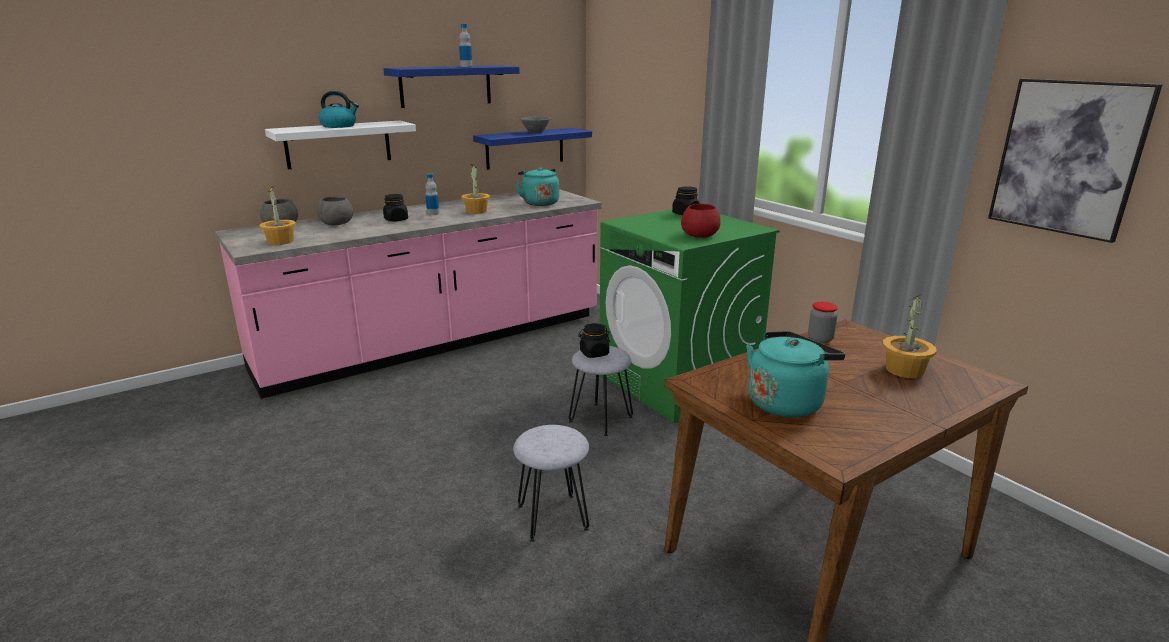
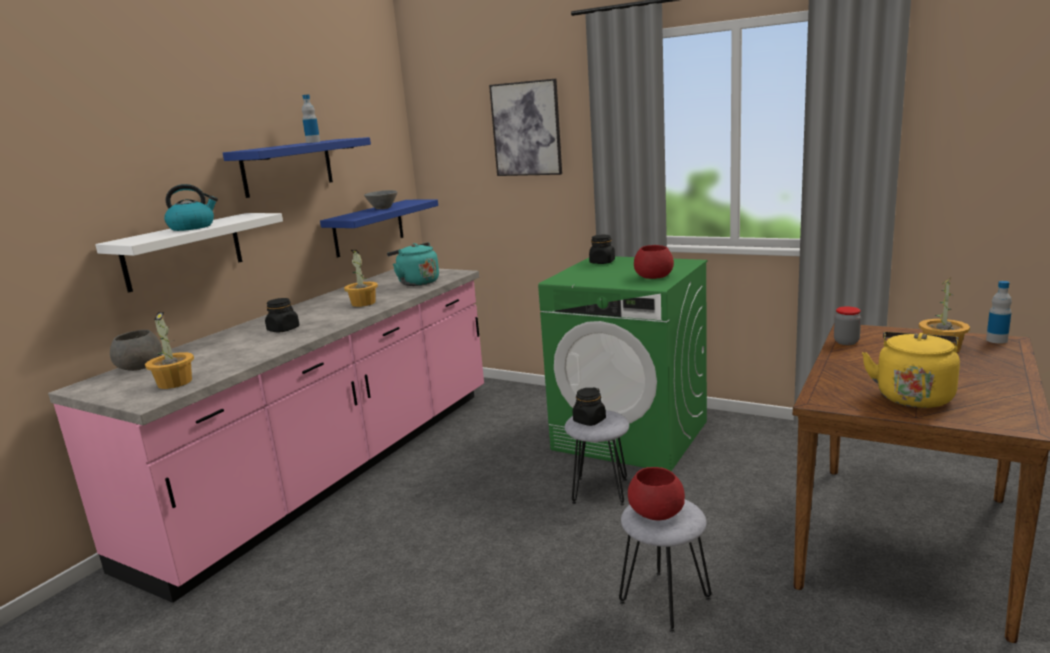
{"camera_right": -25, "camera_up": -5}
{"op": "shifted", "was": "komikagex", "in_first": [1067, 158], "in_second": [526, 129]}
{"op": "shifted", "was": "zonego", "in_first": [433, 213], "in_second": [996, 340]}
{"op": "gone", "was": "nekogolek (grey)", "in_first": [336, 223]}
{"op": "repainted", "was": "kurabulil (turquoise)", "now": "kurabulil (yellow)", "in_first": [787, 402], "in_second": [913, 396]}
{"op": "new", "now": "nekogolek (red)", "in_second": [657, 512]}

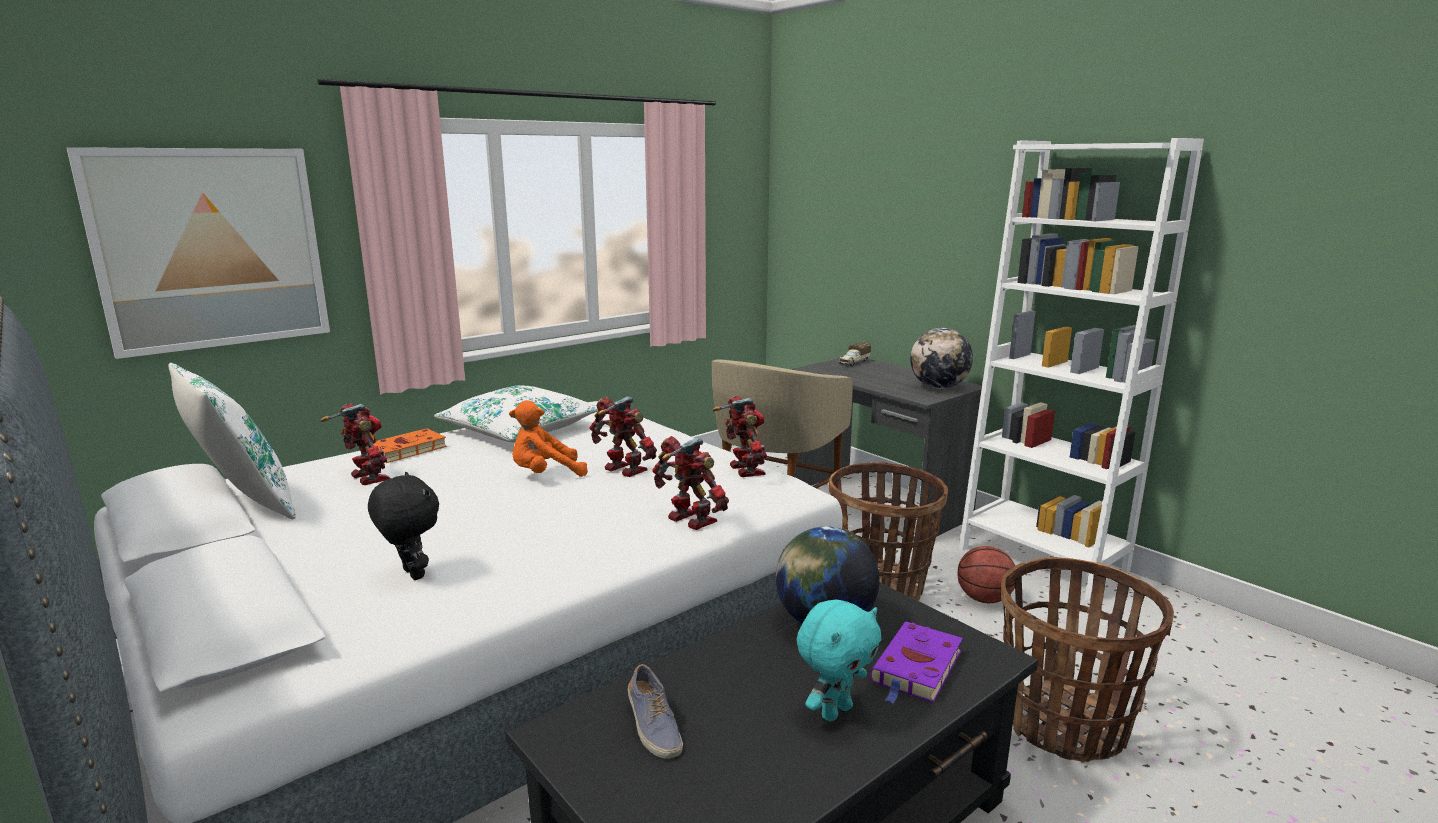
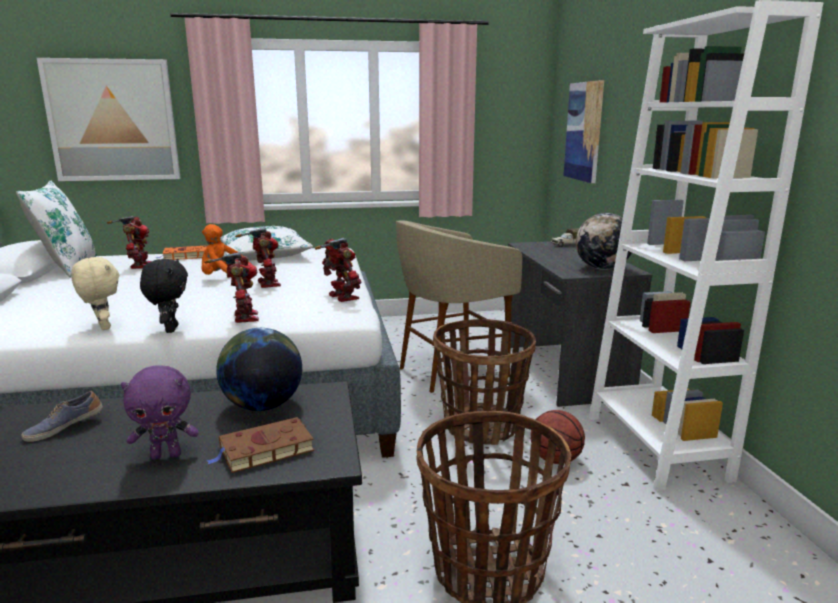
{"camera_right": 30, "camera_up": 0}
{"op": "rotated", "was": "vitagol", "in_first": [744, 470], "in_second": [341, 297], "clockwise": -45}
{"op": "shifted", "was": "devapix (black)", "in_first": [411, 574], "in_second": [170, 329]}
{"op": "repainted", "was": "devapix (turquoise)", "now": "devapix (purple)", "in_first": [835, 711], "in_second": [166, 455]}
{"op": "repainted", "was": "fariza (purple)", "now": "fariza (brown)", "in_first": [916, 668], "in_second": [264, 450]}
{"op": "rotated", "was": "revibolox", "in_first": [652, 727], "in_second": [64, 428], "clockwise": 45}
{"op": "new", "now": "komikagex", "in_second": [584, 131]}
{"op": "new", "now": "devapix (beige)", "in_second": [102, 327]}

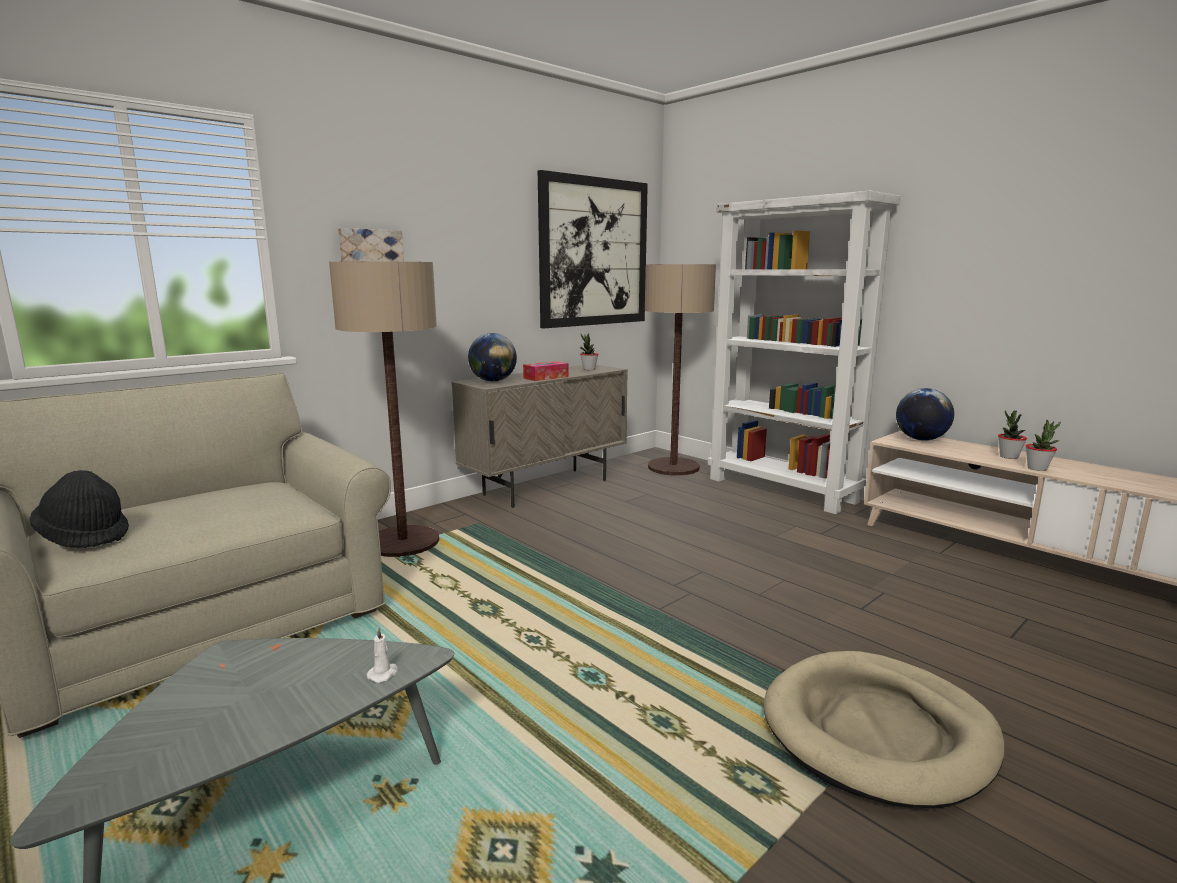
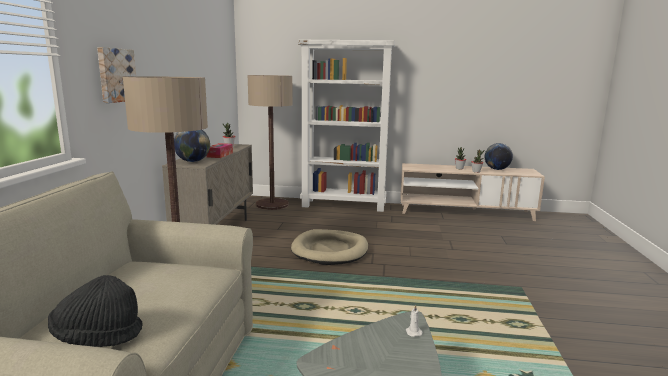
{"camera_right": -40, "camera_up": 0}
{"op": "gone", "was": "komikagex", "in_first": [594, 252]}
{"op": "shifted", "was": "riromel", "in_first": [921, 439], "in_second": [497, 169]}
{"op": "shifted", "was": "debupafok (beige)", "in_first": [878, 732], "in_second": [330, 250]}

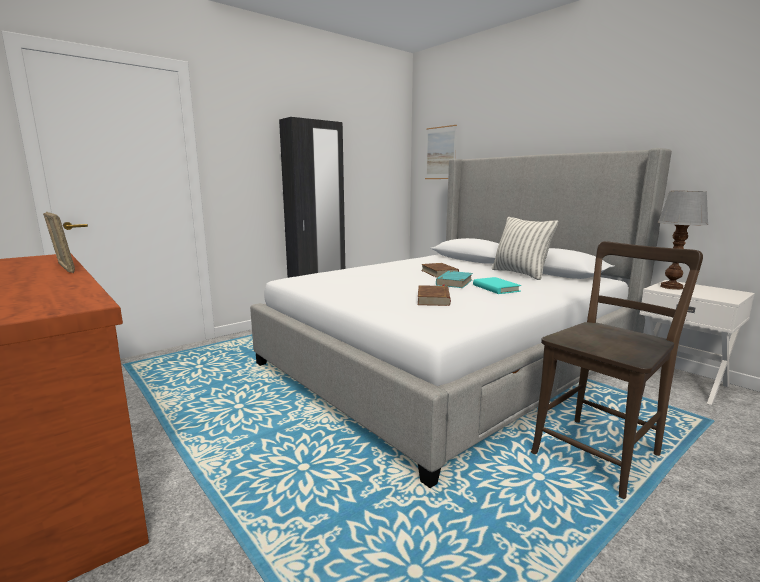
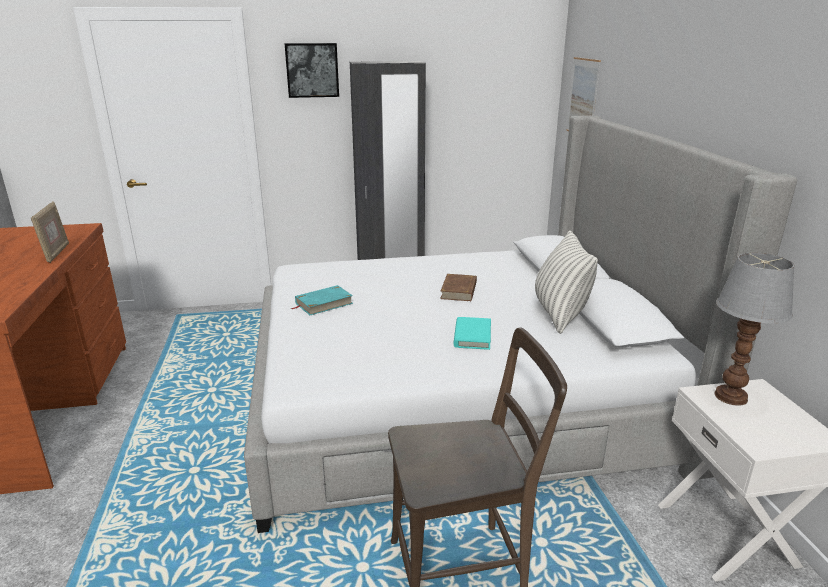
{"camera_right": 30, "camera_up": 10}
{"op": "shifted", "was": "fariza (turquoise)", "in_first": [454, 282], "in_second": [323, 303]}
{"op": "gone", "was": "fariza (brown)", "in_first": [433, 299]}
{"op": "new", "now": "komikagex", "in_second": [312, 70]}

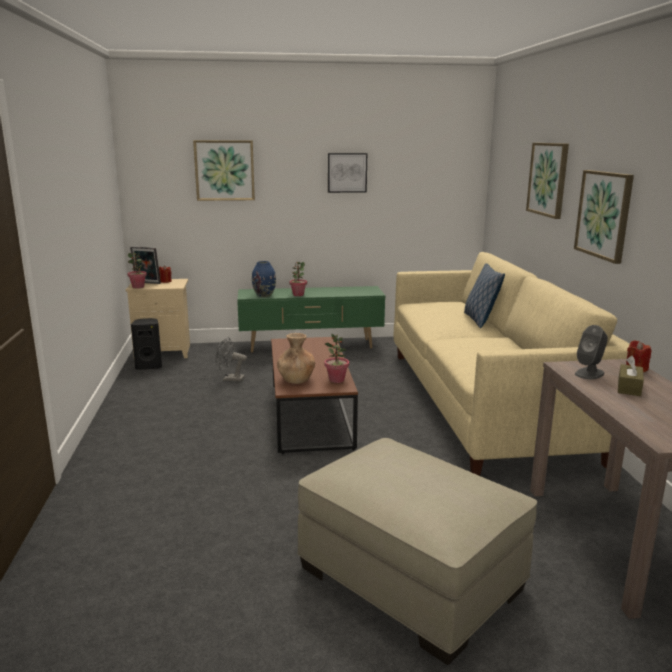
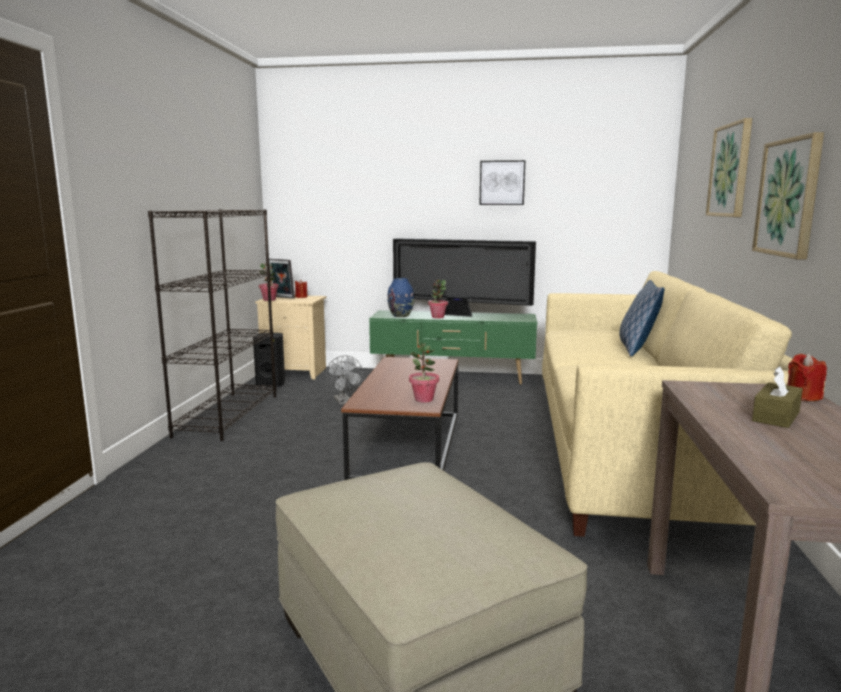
{"camera_right": 15, "camera_up": -5}
{"op": "gone", "was": "komikagex", "in_first": [224, 170]}
{"op": "gone", "was": "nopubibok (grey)", "in_first": [589, 373]}
{"op": "gone", "was": "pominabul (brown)", "in_first": [296, 380]}
{"op": "rotated", "was": "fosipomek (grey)", "in_first": [230, 379], "in_second": [344, 402], "clockwise": -135}
{"op": "new", "now": "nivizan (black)", "in_second": [227, 415]}
{"op": "new", "now": "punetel", "in_second": [460, 315]}

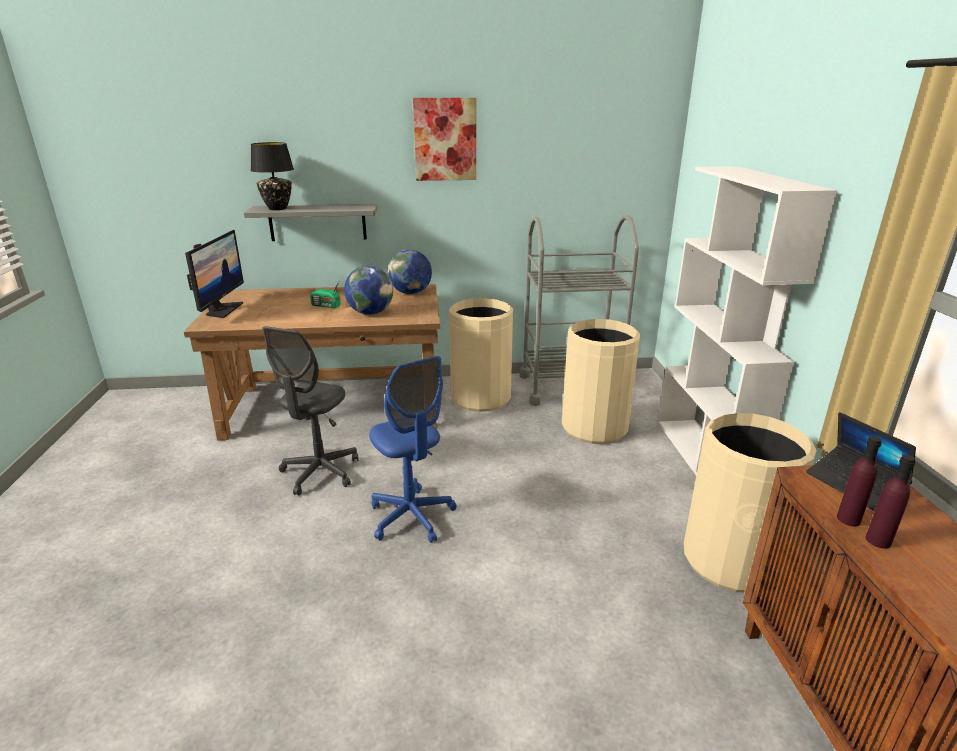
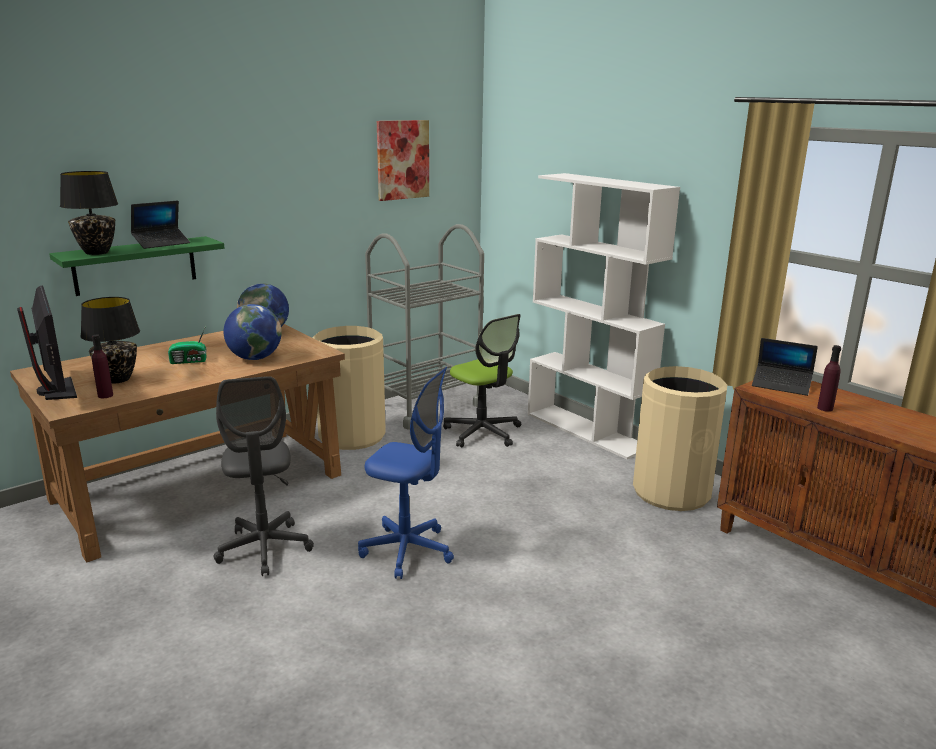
{"camera_right": -35, "camera_up": -5}
{"op": "shifted", "was": "komikagex", "in_first": [445, 139], "in_second": [402, 160]}
{"op": "repainted", "was": "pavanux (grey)", "now": "pavanux (green)", "in_first": [317, 222], "in_second": [135, 265]}
{"op": "swapped", "was": "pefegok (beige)", "now": "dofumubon", "in_first": [594, 428], "in_second": [483, 432]}
{"op": "shifted", "was": "zonego (purple)", "in_first": [848, 519], "in_second": [105, 395]}
{"op": "new", "now": "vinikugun", "in_second": [161, 243]}
{"op": "new", "now": "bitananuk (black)", "in_second": [117, 379]}

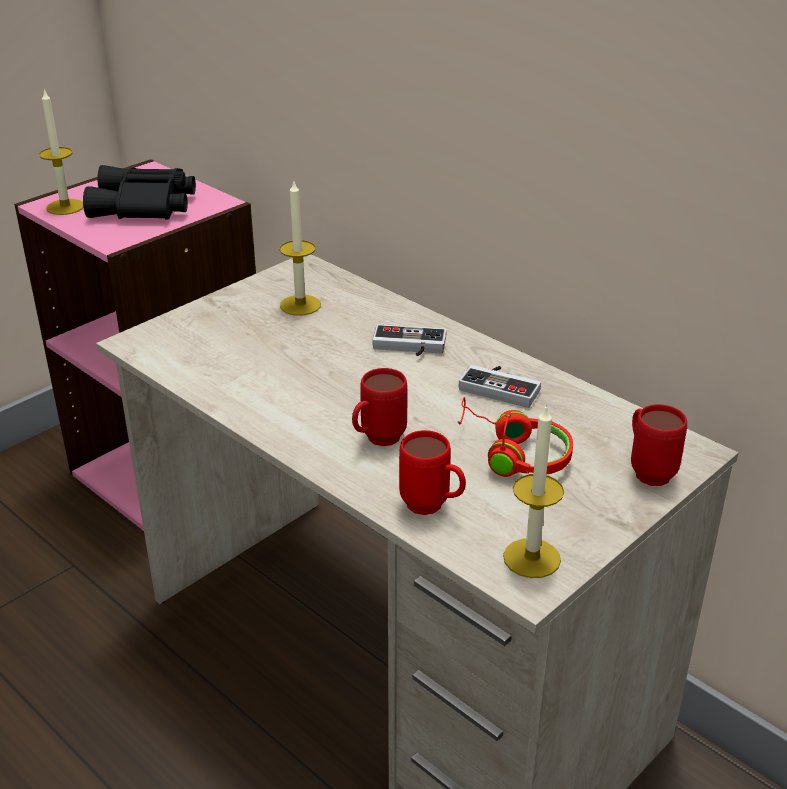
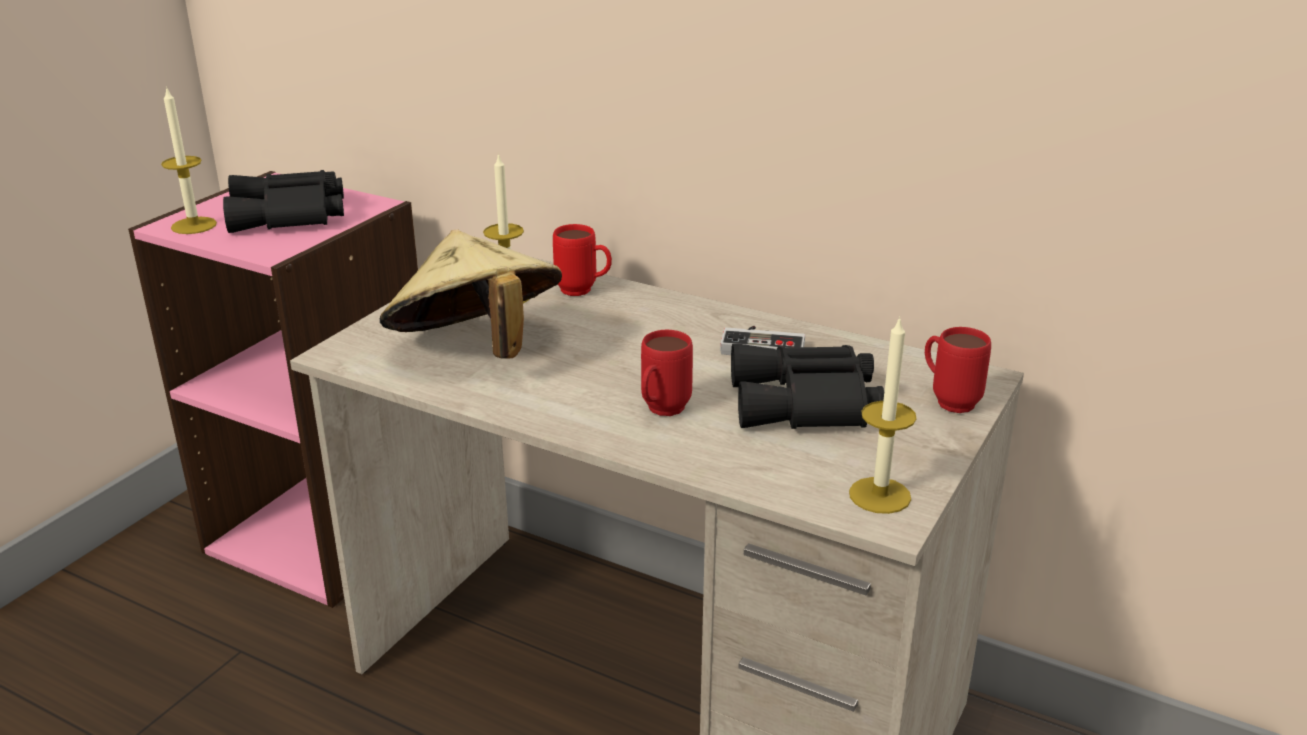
{"camera_right": -15, "camera_up": -5}
{"op": "gone", "was": "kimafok", "in_first": [408, 347]}
{"op": "swapped", "was": "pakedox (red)", "now": "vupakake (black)", "in_first": [512, 453], "in_second": [807, 404]}
{"op": "shifted", "was": "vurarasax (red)", "in_first": [432, 508], "in_second": [584, 291]}
{"op": "new", "now": "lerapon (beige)", "in_second": [476, 351]}

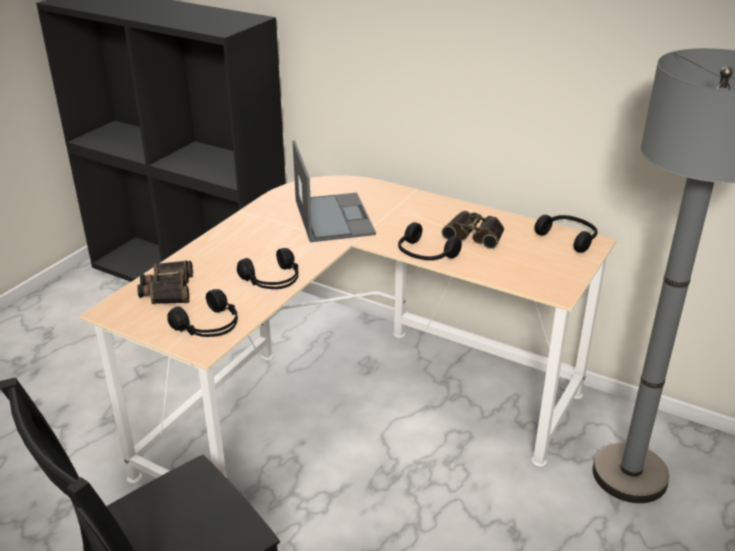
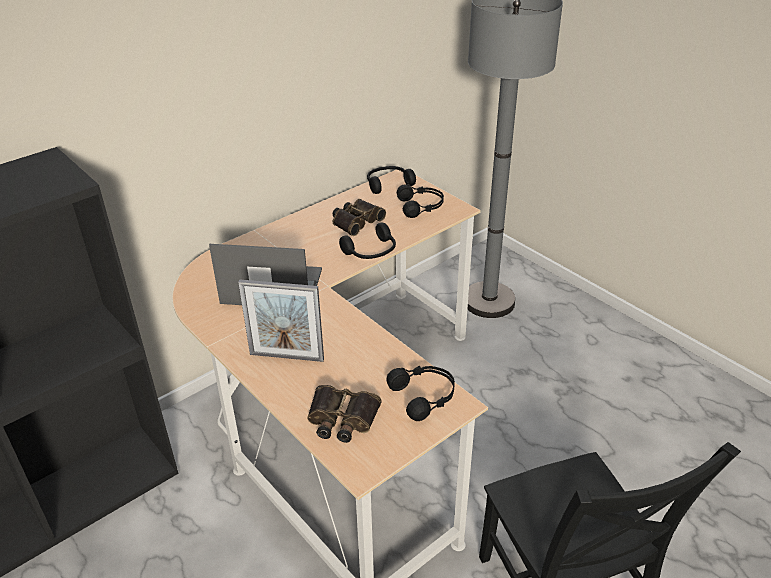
{"camera_right": -70, "camera_up": 5}
{"op": "shifted", "was": "pakedox (black)", "in_first": [273, 281], "in_second": [421, 207]}
{"op": "new", "now": "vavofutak", "in_second": [286, 357]}

